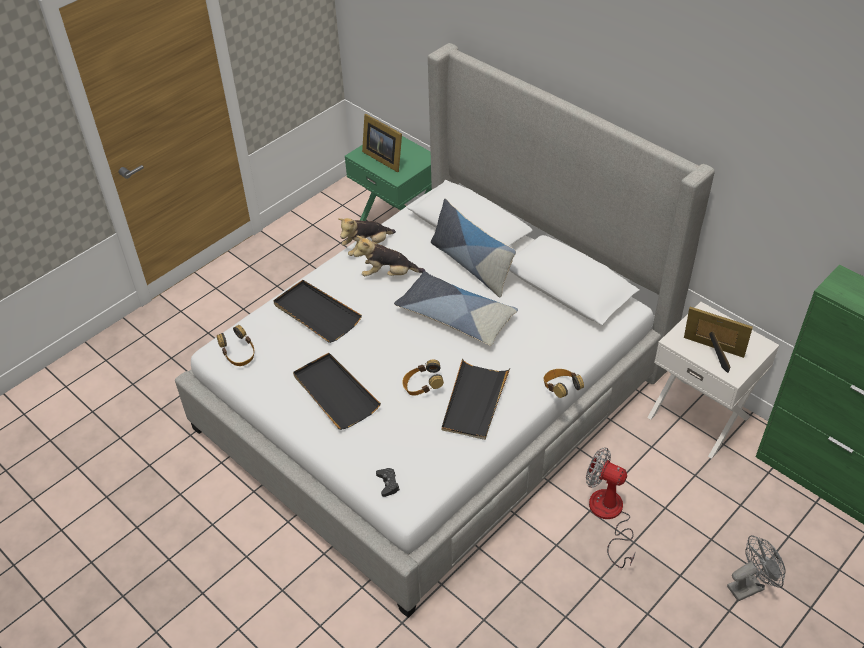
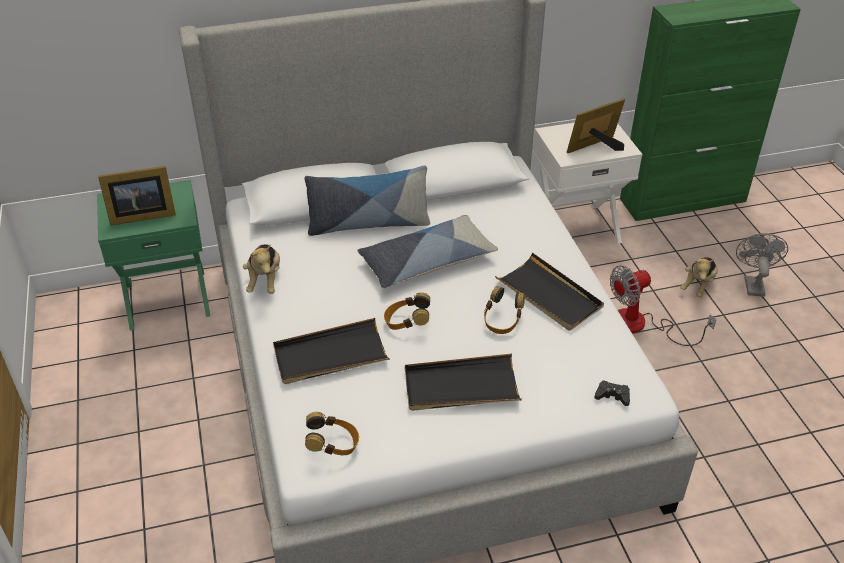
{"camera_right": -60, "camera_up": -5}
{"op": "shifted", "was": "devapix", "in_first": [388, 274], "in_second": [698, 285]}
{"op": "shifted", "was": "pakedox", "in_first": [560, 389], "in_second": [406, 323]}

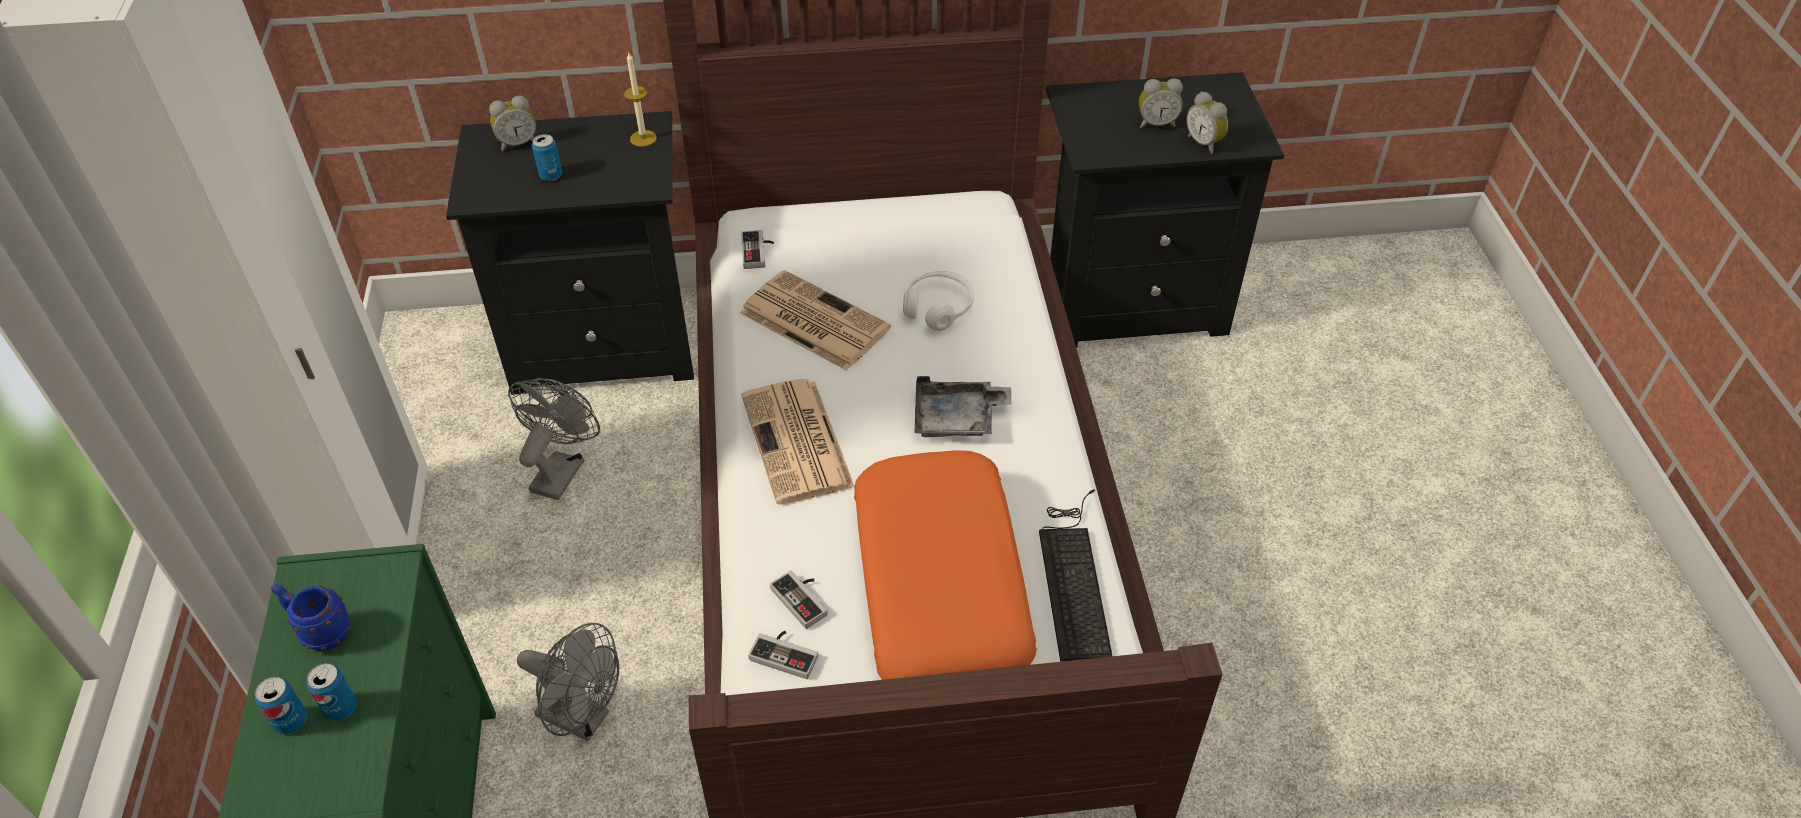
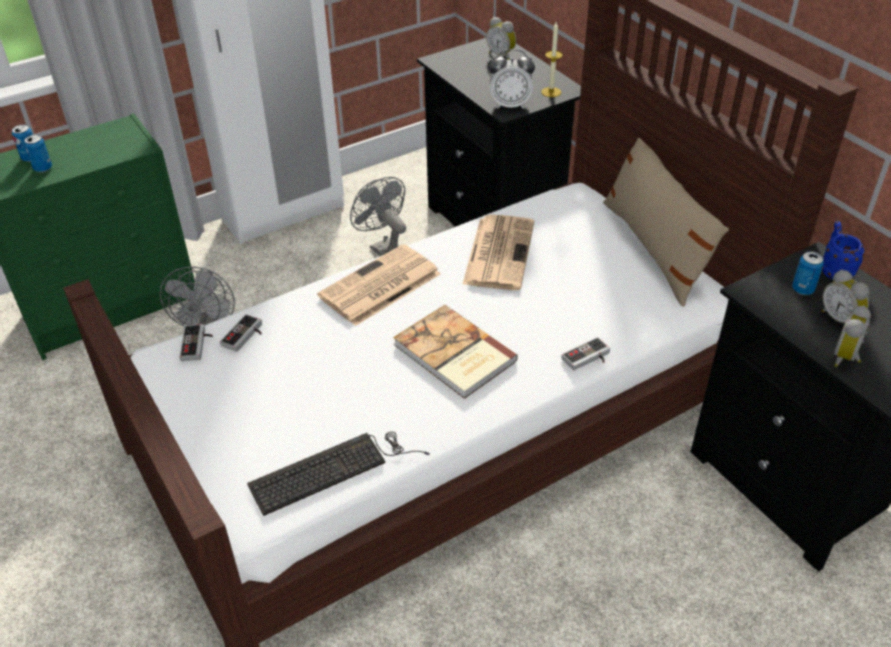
{"camera_right": 65, "camera_up": -5}
{"op": "shifted", "was": "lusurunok", "in_first": [551, 175], "in_second": [802, 289]}
{"op": "shifted", "was": "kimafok", "in_first": [758, 252], "in_second": [588, 359]}
{"op": "gone", "was": "pakedox (white)", "in_first": [938, 308]}
{"op": "swapped", "was": "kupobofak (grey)", "now": "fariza", "in_first": [957, 419], "in_second": [454, 354]}
{"op": "rotated", "was": "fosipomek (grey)", "in_first": [561, 469], "in_second": [385, 250], "clockwise": -120}
{"op": "gone", "was": "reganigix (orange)", "in_first": [941, 585]}
{"op": "shifted", "was": "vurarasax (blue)", "in_first": [320, 632], "in_second": [834, 269]}
{"op": "new", "now": "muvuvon", "in_second": [510, 105]}
{"op": "new", "now": "reganigix (beige)", "in_second": [654, 249]}

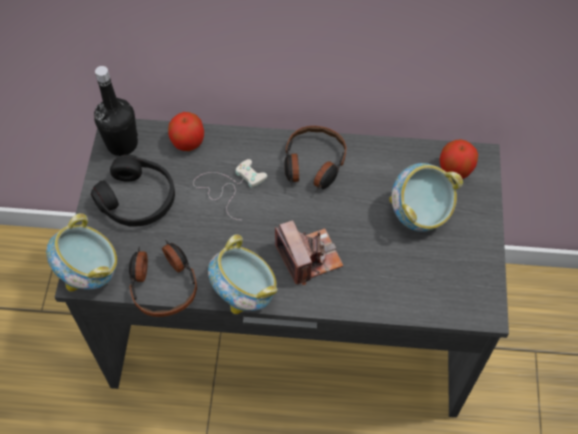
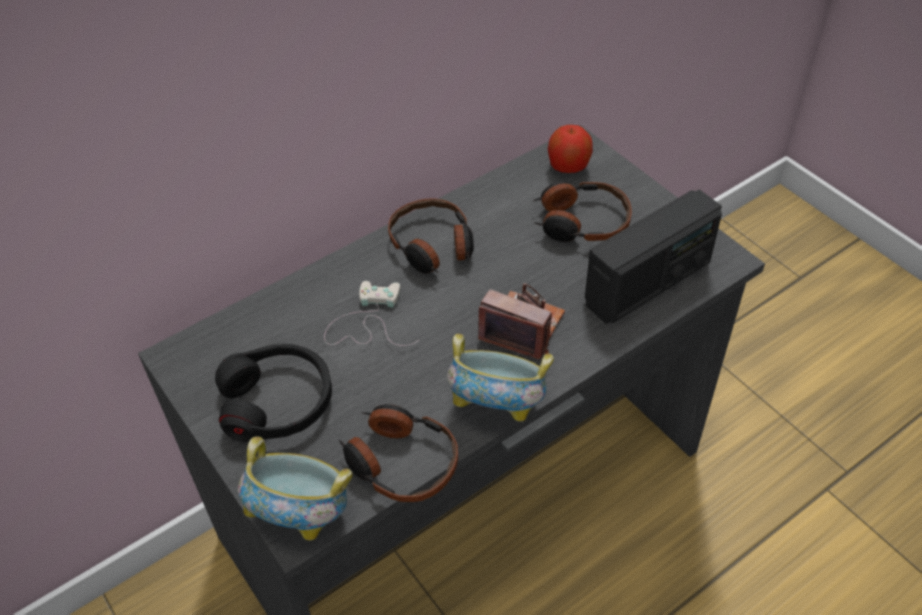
{"camera_right": -40, "camera_up": -10}
{"op": "gone", "was": "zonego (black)", "in_first": [122, 144]}
{"op": "gone", "was": "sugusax", "in_first": [188, 142]}
{"op": "swapped", "was": "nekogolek", "now": "pakedox", "in_first": [419, 215], "in_second": [580, 222]}
{"op": "new", "now": "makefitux", "in_second": [648, 283]}

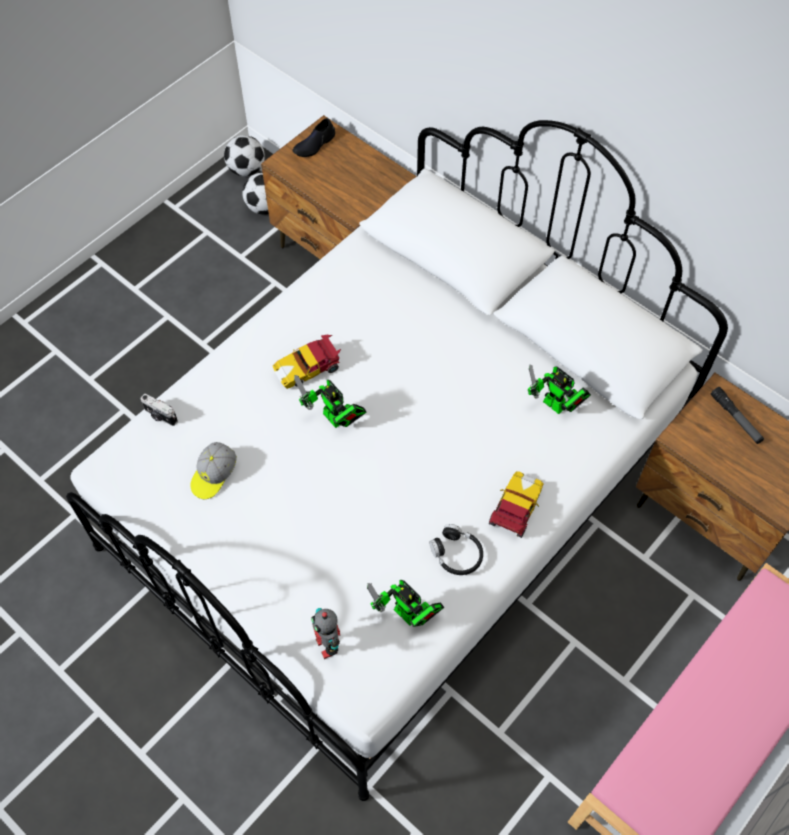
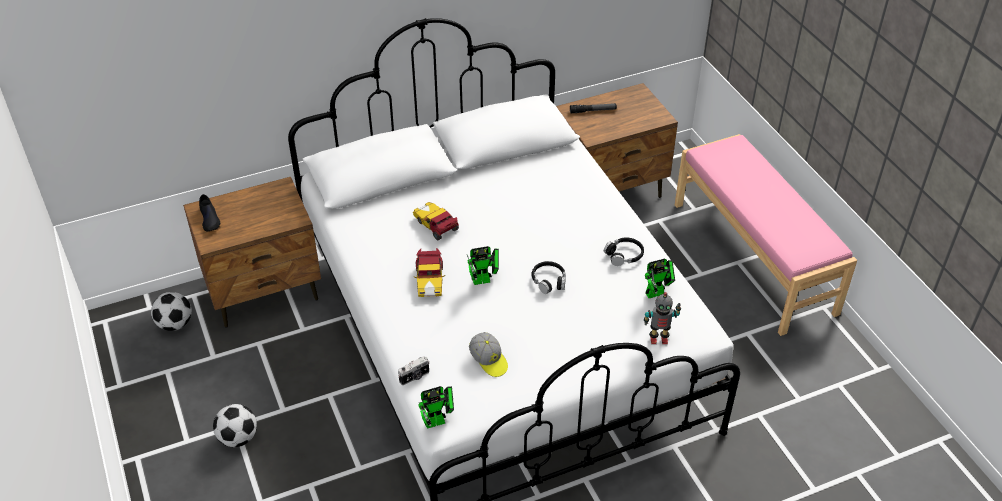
{"camera_right": -65, "camera_up": -15}
{"op": "shifted", "was": "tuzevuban", "in_first": [246, 170], "in_second": [238, 438]}
{"op": "shifted", "was": "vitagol", "in_first": [557, 407], "in_second": [438, 421]}
{"op": "shifted", "was": "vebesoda", "in_first": [515, 510], "in_second": [437, 226]}
{"op": "new", "now": "pakedox (black)", "in_second": [549, 281]}

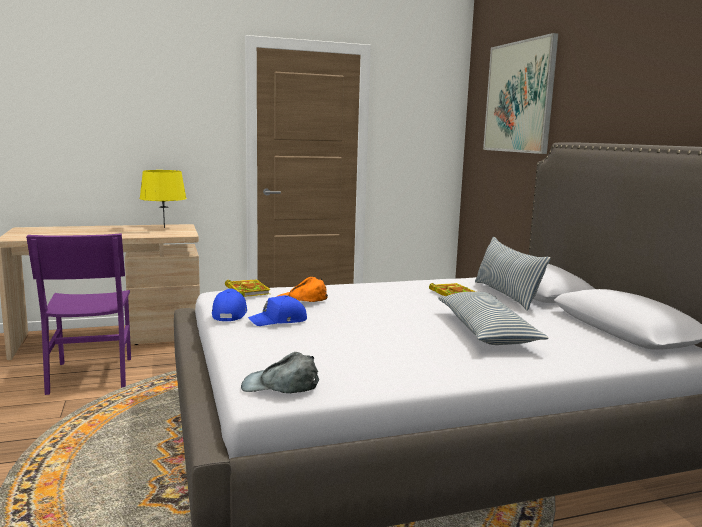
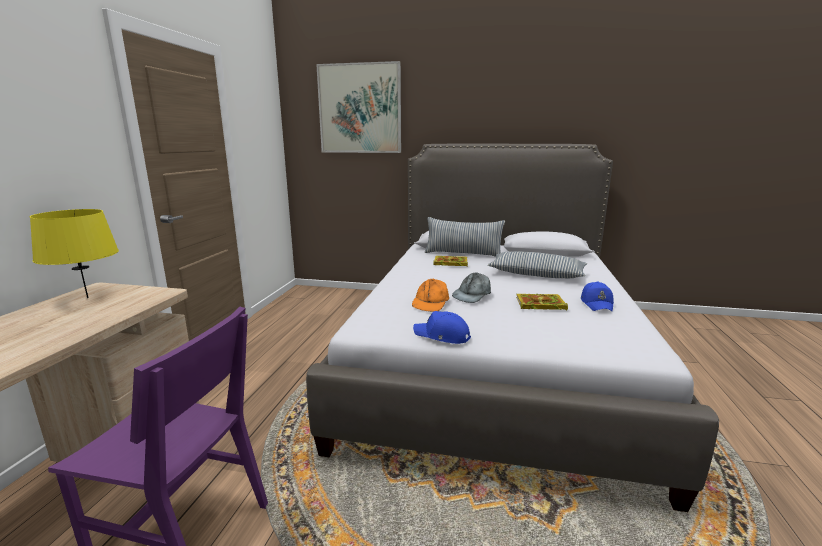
{"camera_right": -60, "camera_up": 5}
{"op": "shifted", "was": "fariza", "in_first": [246, 291], "in_second": [539, 305]}
{"op": "shifted", "was": "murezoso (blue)", "in_first": [279, 321], "in_second": [597, 303]}
{"op": "shifted", "was": "murezoso (grey)", "in_first": [280, 385], "in_second": [472, 294]}

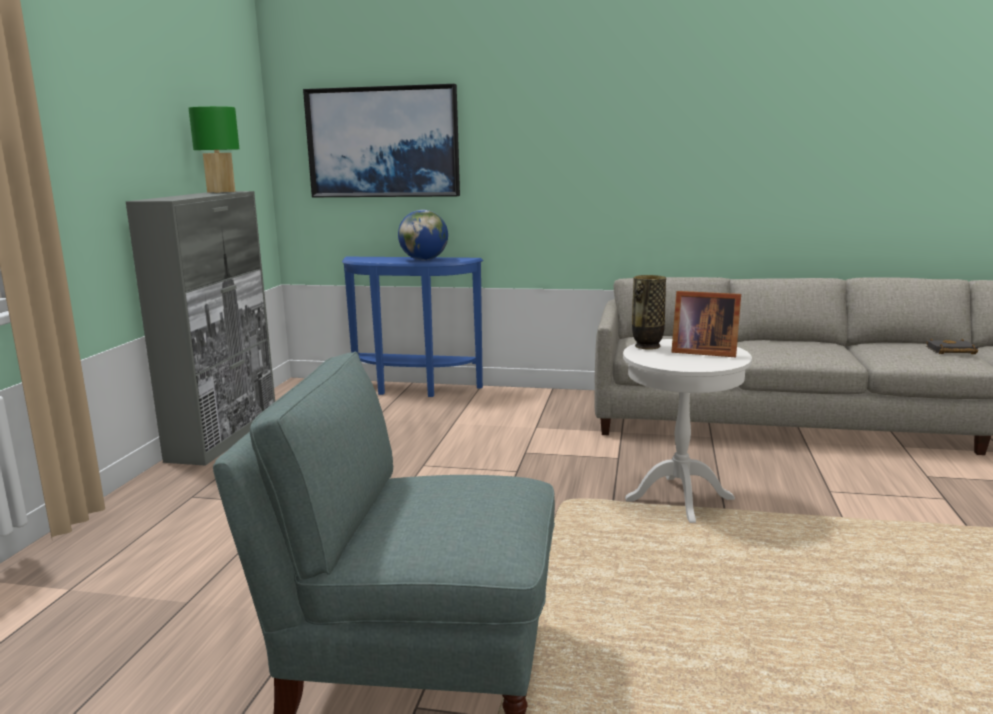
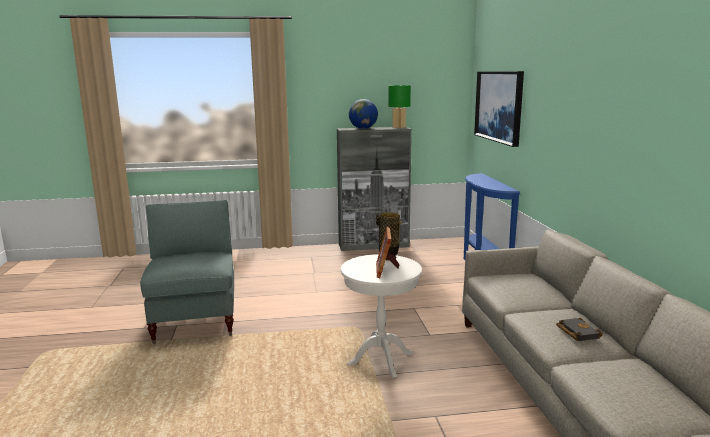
{"camera_right": 70, "camera_up": 0}
{"op": "shifted", "was": "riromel", "in_first": [424, 260], "in_second": [363, 128]}
{"op": "shifted", "was": "fariza (black)", "in_first": [950, 351], "in_second": [576, 332]}

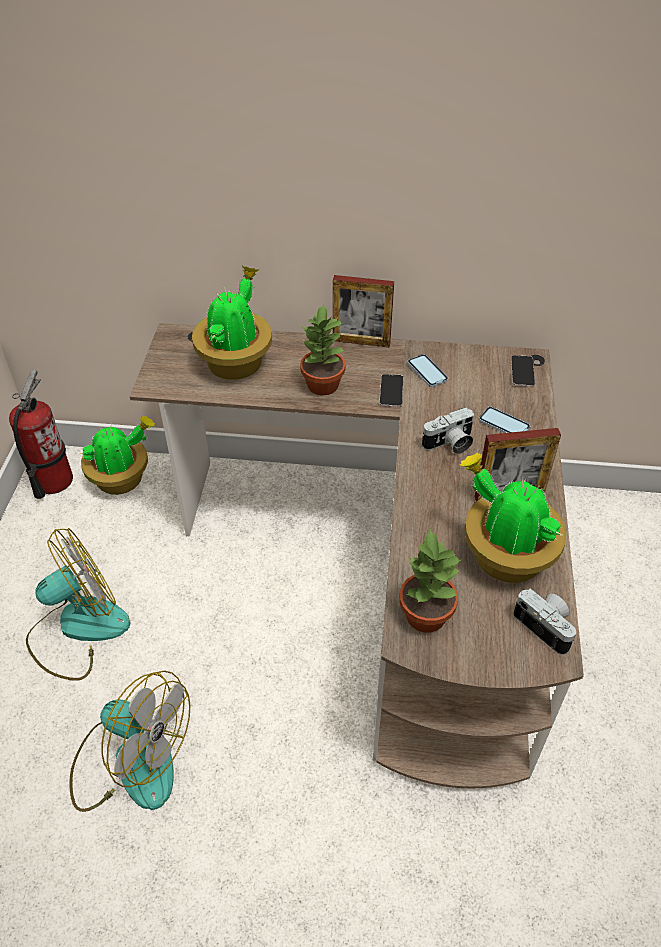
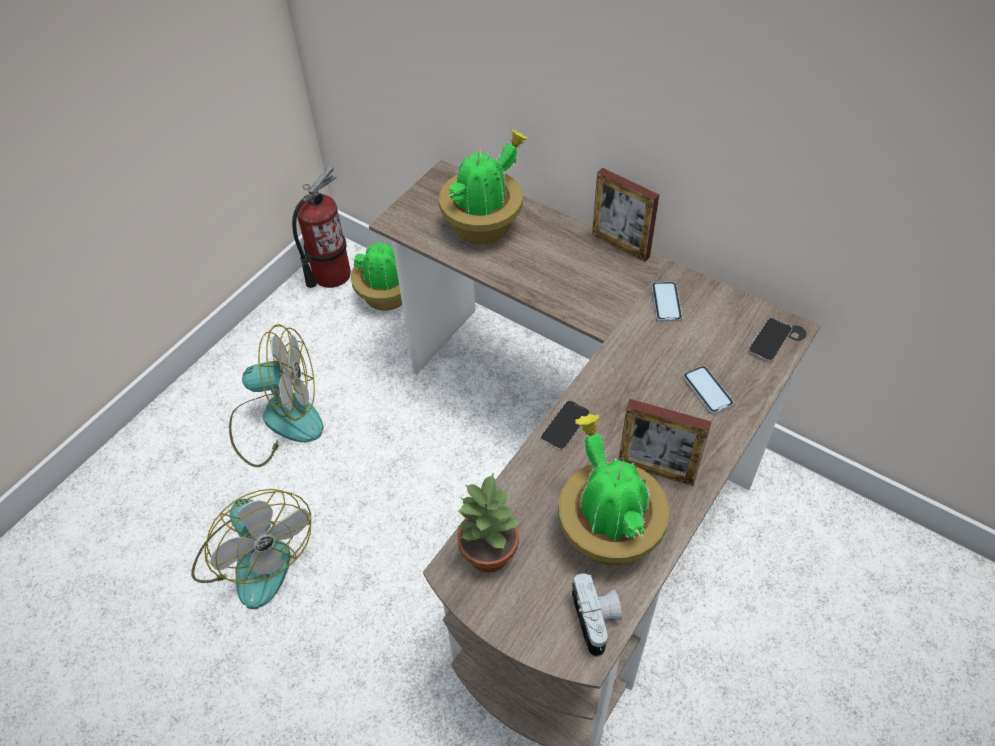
{"camera_right": 30, "camera_up": 5}
{"op": "gone", "was": "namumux", "in_first": [322, 385]}
{"op": "shifted", "was": "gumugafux", "in_first": [391, 391], "in_second": [565, 425]}
{"op": "gone", "was": "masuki", "in_first": [449, 444]}

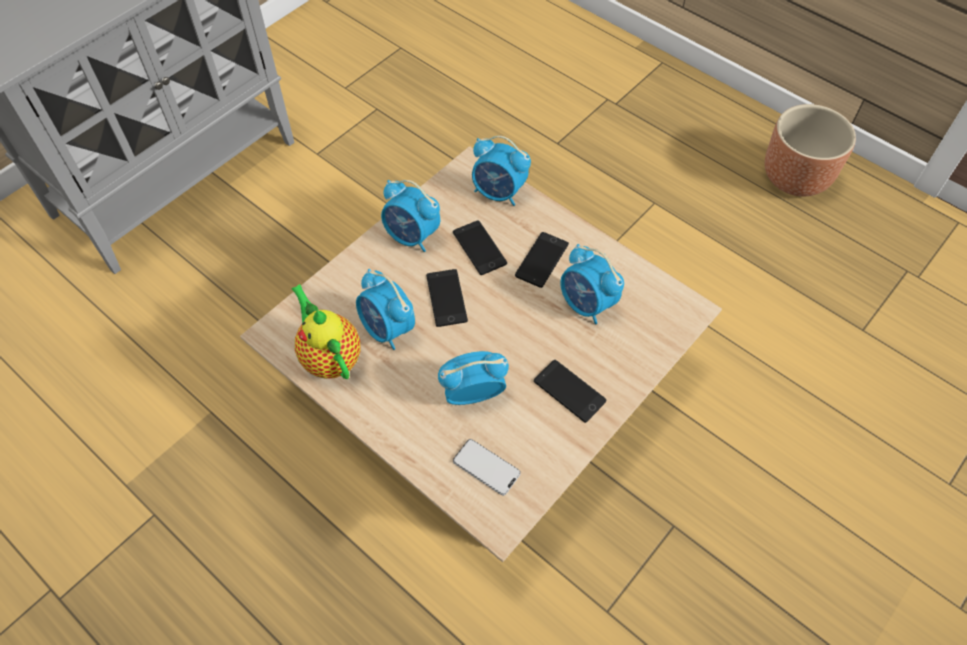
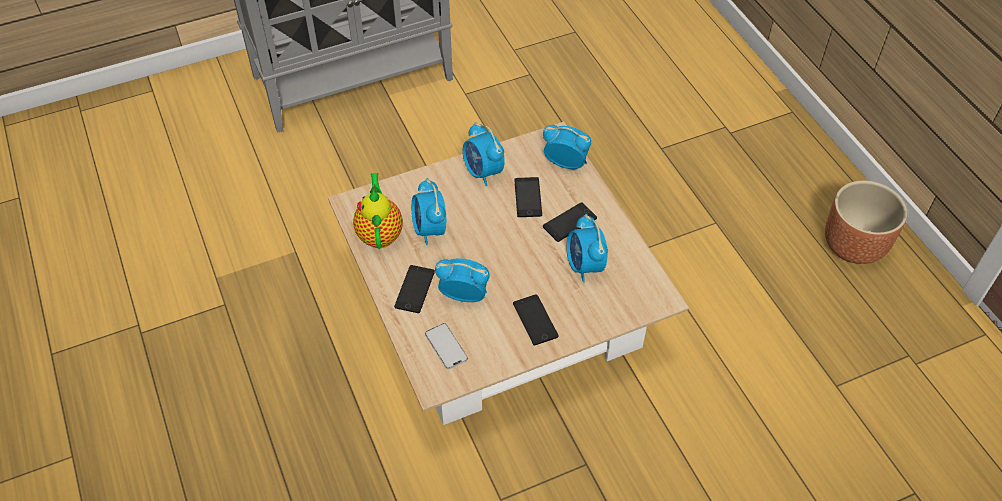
{"camera_right": 25, "camera_up": -5}
{"op": "rotated", "was": "muvuvon", "in_first": [499, 193], "in_second": [566, 163], "clockwise": 150}
{"op": "shifted", "was": "gumugafux", "in_first": [446, 298], "in_second": [414, 289]}

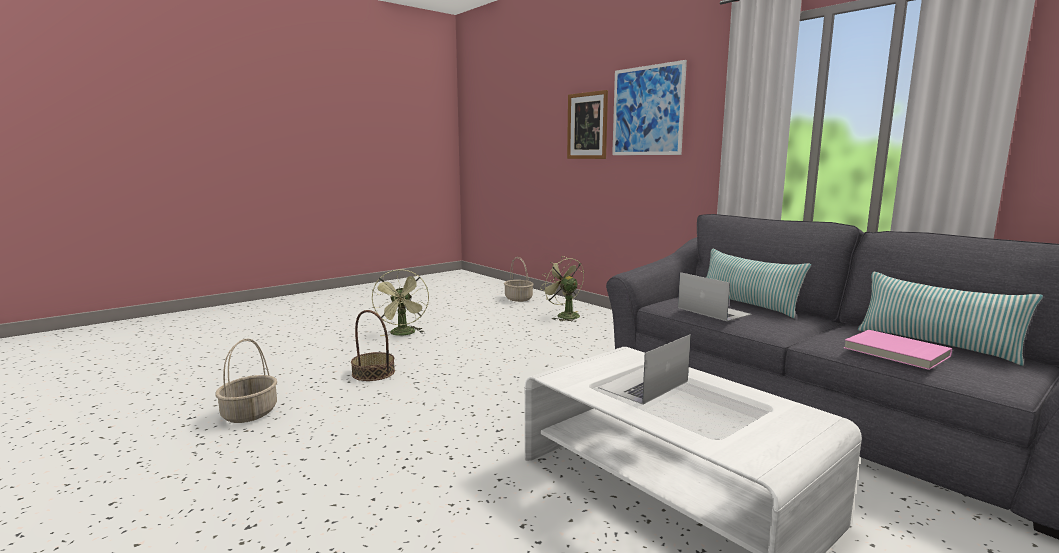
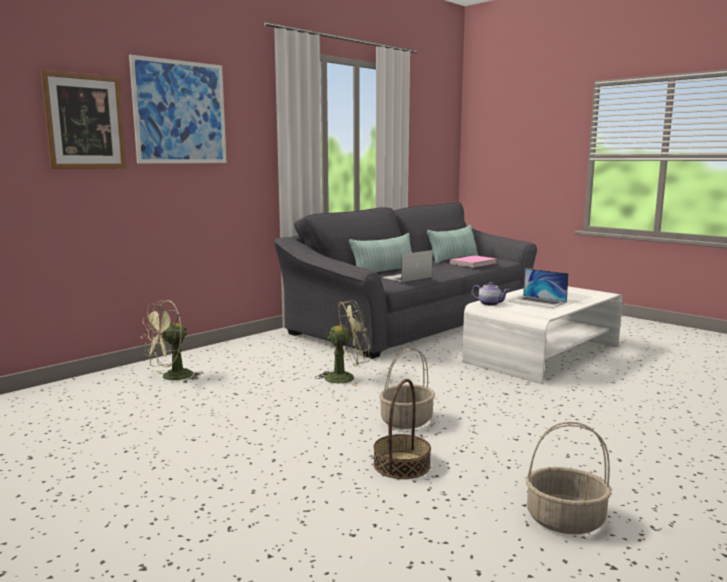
{"camera_right": -95, "camera_up": 0}
{"op": "shifted", "was": "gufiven", "in_first": [519, 299], "in_second": [406, 421]}
{"op": "shifted", "was": "fosipomek (green)", "in_first": [403, 334], "in_second": [346, 377]}
{"op": "new", "now": "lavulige", "in_second": [490, 304]}

